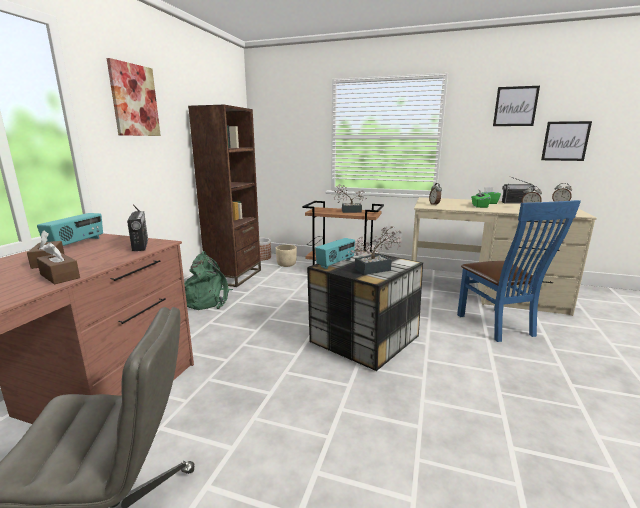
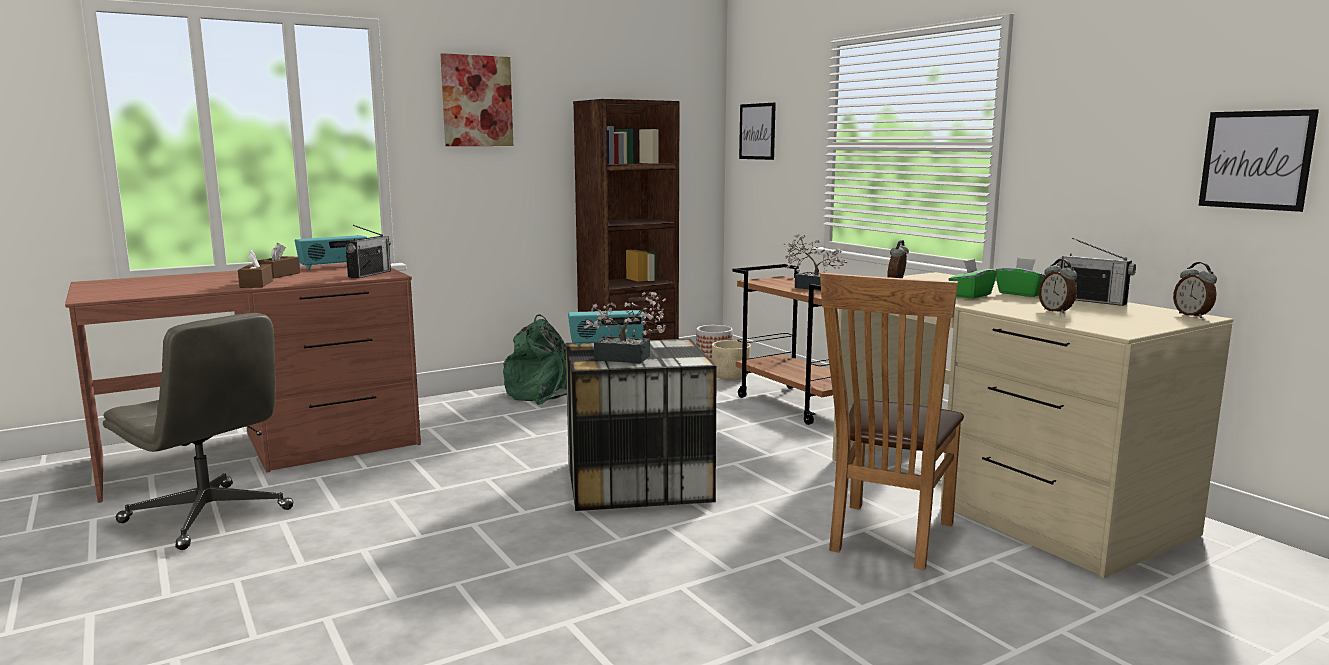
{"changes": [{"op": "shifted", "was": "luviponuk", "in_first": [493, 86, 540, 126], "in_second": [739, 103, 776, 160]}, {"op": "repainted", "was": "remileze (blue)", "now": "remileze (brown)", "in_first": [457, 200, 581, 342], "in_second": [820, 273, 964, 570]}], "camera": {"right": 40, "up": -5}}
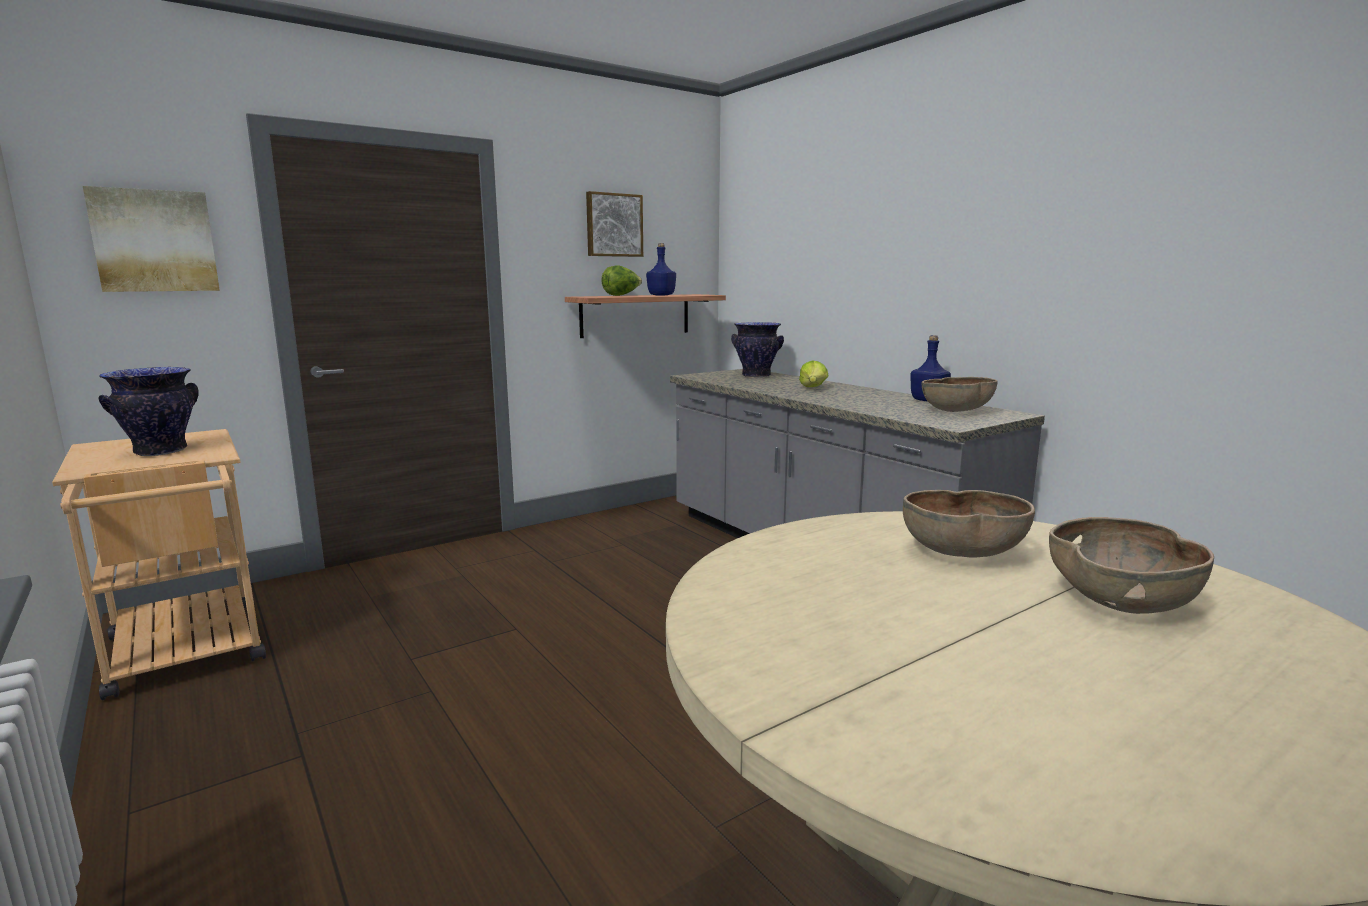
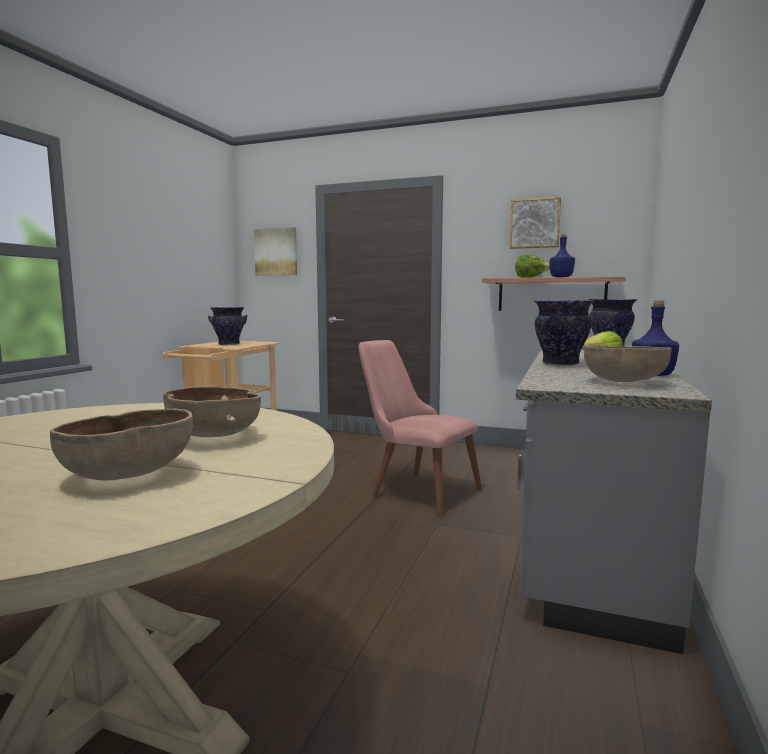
{"changes": [{"op": "new", "now": "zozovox", "in_second": [534, 300, 595, 366]}, {"op": "new", "now": "remileze (pink)", "in_second": [358, 340, 482, 517]}], "camera": {"right": 55, "up": -5}}
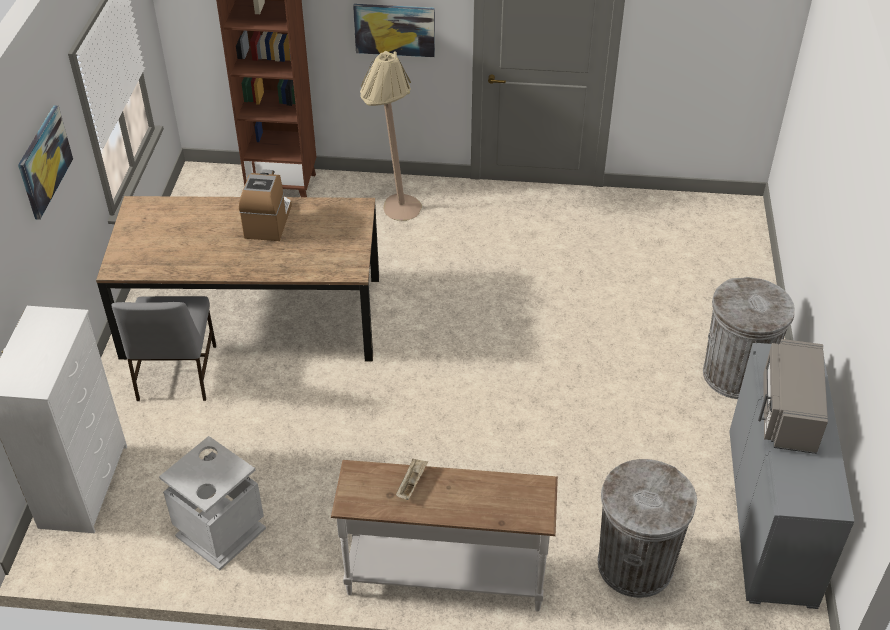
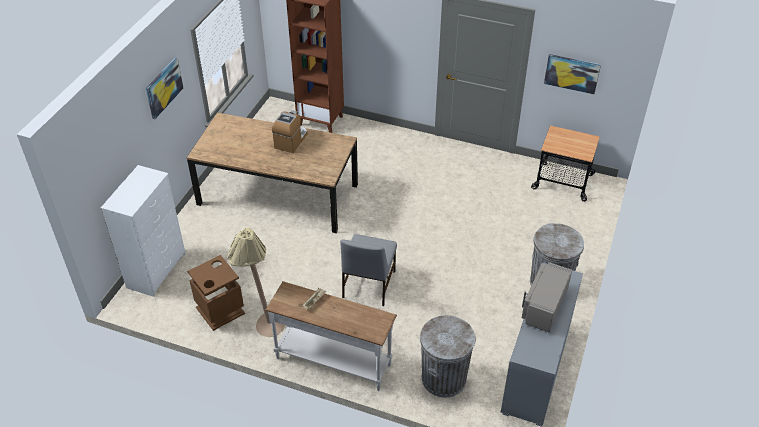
{"changes": [{"op": "shifted", "was": "luviponuk", "in_first": [353, 4, 435, 57], "in_second": [544, 54, 601, 94]}, {"op": "shifted", "was": "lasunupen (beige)", "in_first": [360, 51, 422, 221], "in_second": [227, 228, 285, 337]}, {"op": "shifted", "was": "remileze (grey)", "in_first": [111, 296, 216, 401], "in_second": [340, 234, 397, 306]}, {"op": "repainted", "was": "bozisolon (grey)", "now": "bozisolon (brown)", "in_first": [159, 436, 266, 570], "in_second": [187, 255, 245, 331]}, {"op": "new", "now": "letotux", "in_second": [531, 126, 600, 202]}], "camera": {"right": 15, "up": 0}}
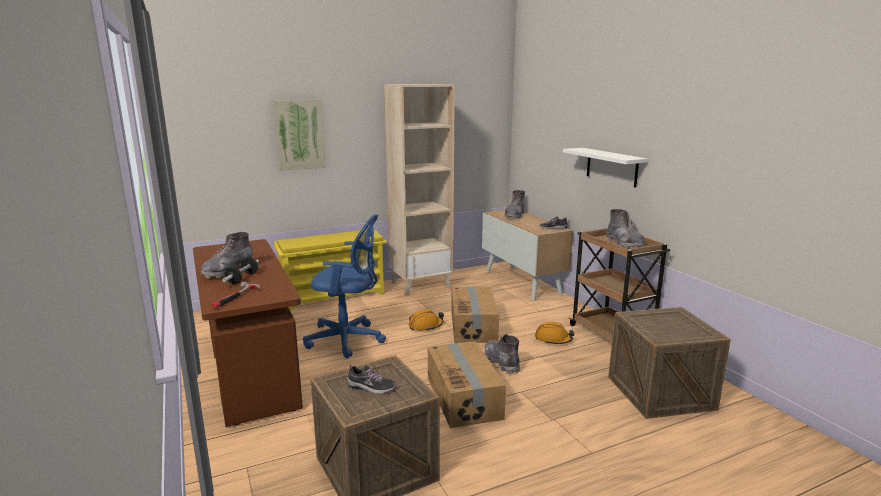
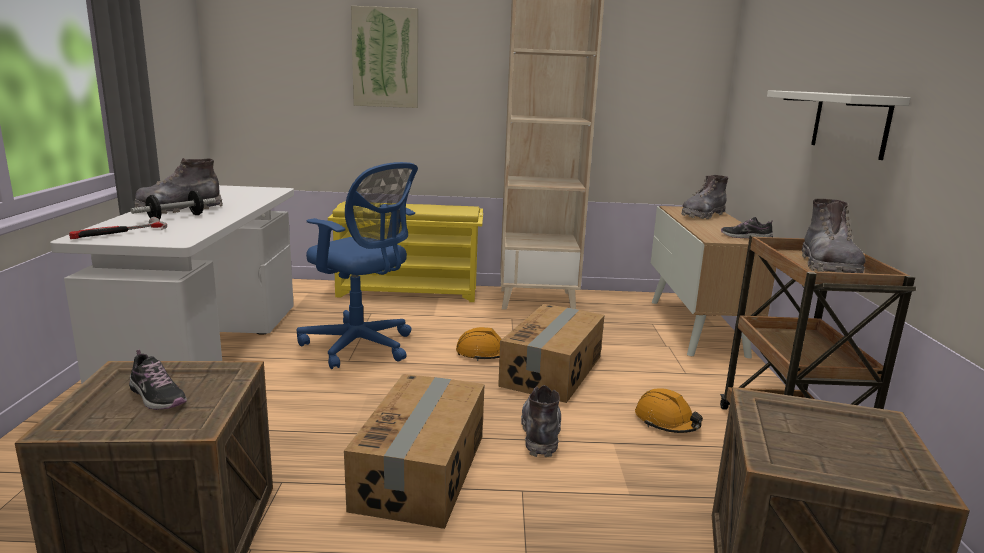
{"changes": [{"op": "repainted", "was": "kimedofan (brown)", "now": "kimedofan (white)", "in_first": [193, 239, 303, 427], "in_second": [50, 185, 294, 384]}], "camera": {"right": 25, "up": 0}}
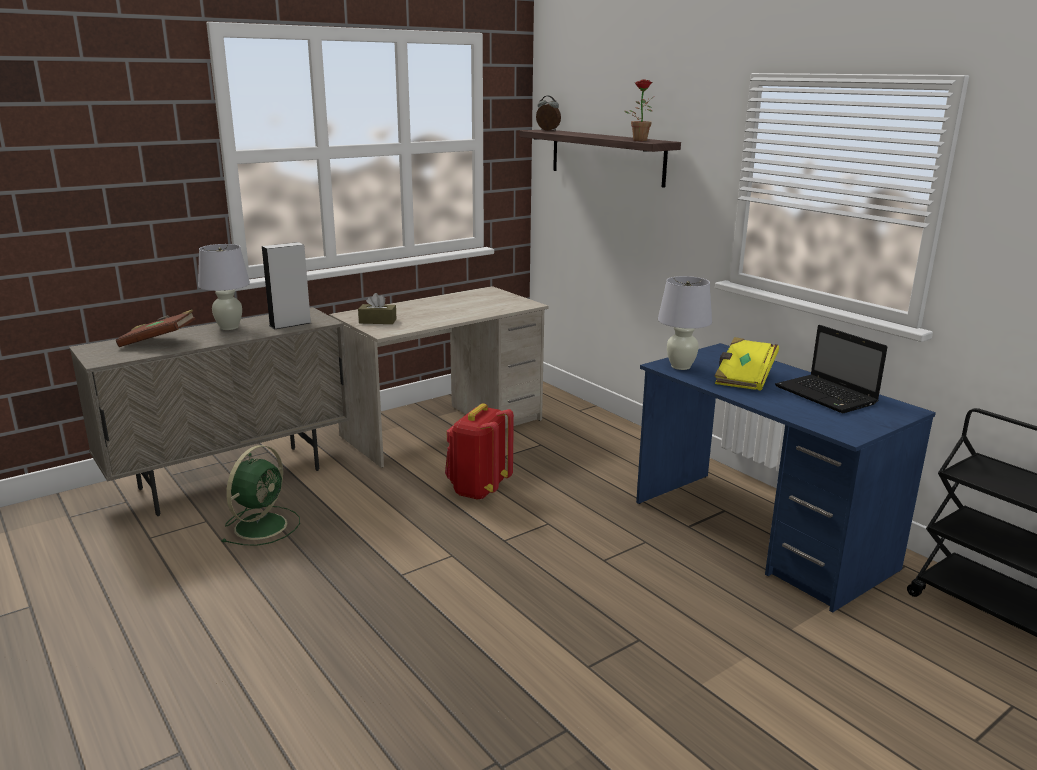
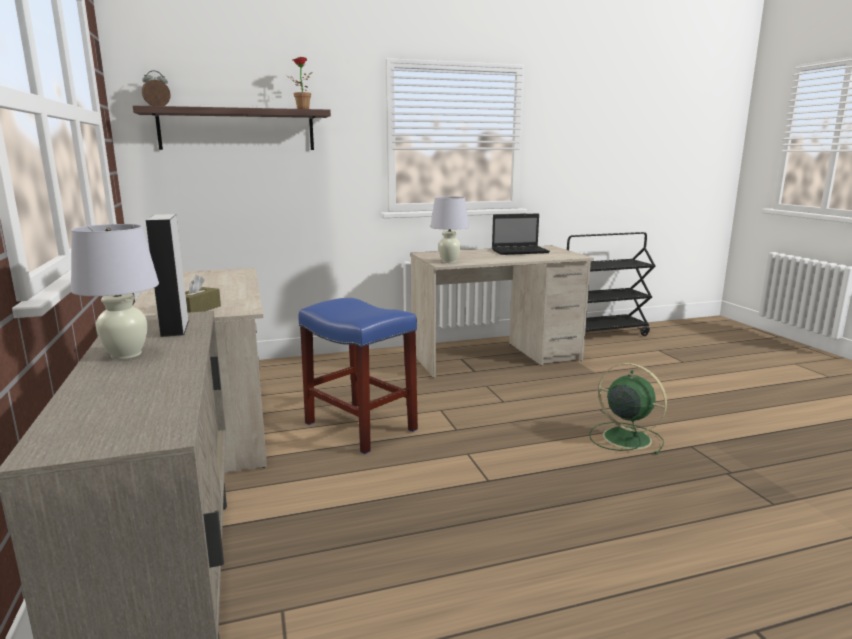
{"changes": [{"op": "gone", "was": "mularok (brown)", "in_first": [116, 310, 196, 347]}, {"op": "gone", "was": "mularok (yellow)", "in_first": [714, 337, 779, 391]}, {"op": "repainted", "was": "kimedofan (blue)", "now": "kimedofan (beige)", "in_first": [636, 343, 936, 613], "in_second": [410, 246, 594, 378]}, {"op": "swapped", "was": "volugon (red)", "now": "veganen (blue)", "in_first": [445, 403, 514, 500], "in_second": [298, 298, 418, 455]}, {"op": "shifted", "was": "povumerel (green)", "in_first": [221, 445, 300, 546], "in_second": [589, 363, 667, 455]}], "camera": {"right": -70, "up": -5}}
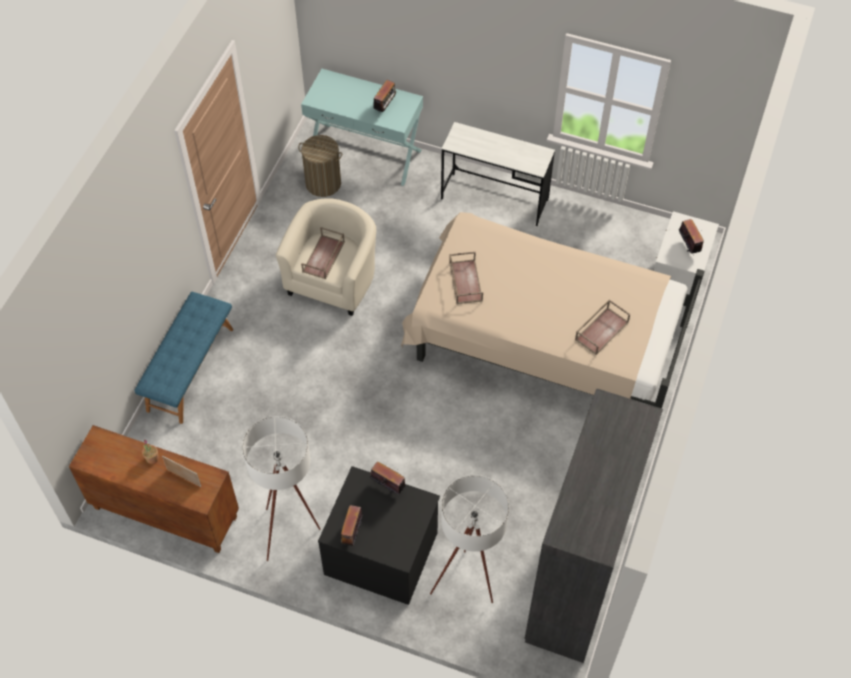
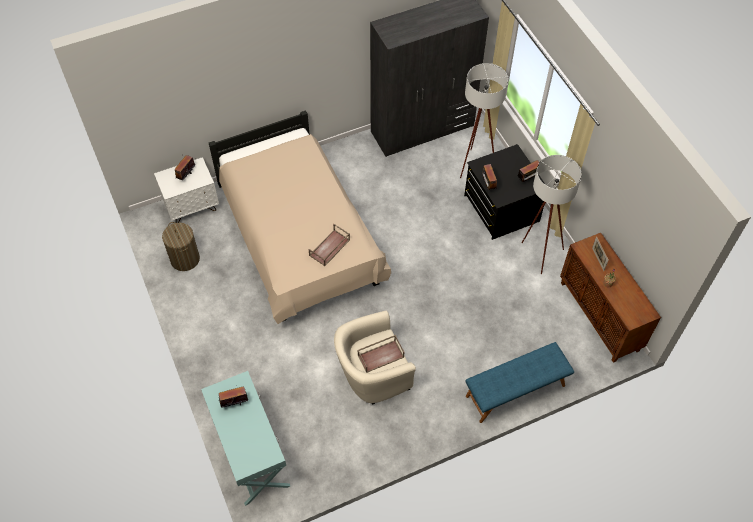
{"changes": [{"op": "gone", "was": "kimedofan (white)", "in_first": [441, 122, 555, 227]}, {"op": "shifted", "was": "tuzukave", "in_first": [298, 135, 342, 197], "in_second": [162, 222, 200, 271]}, {"op": "gone", "was": "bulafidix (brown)", "in_first": [575, 299, 630, 355]}], "camera": {"right": -135, "up": 0}}
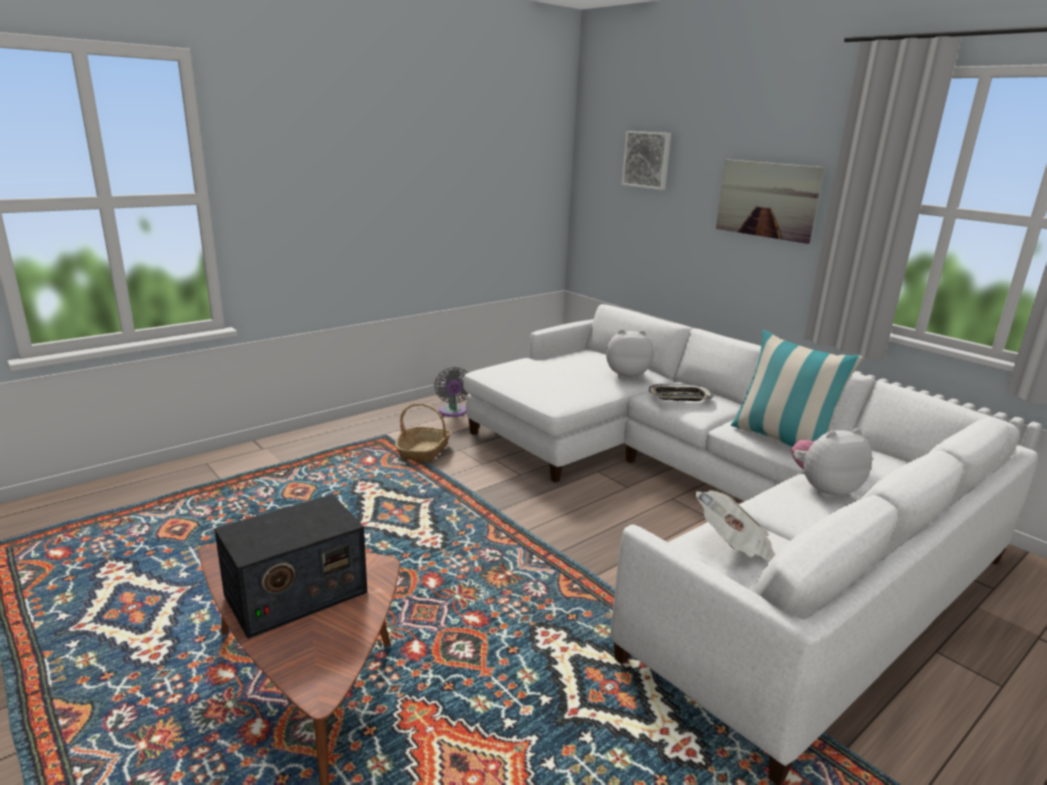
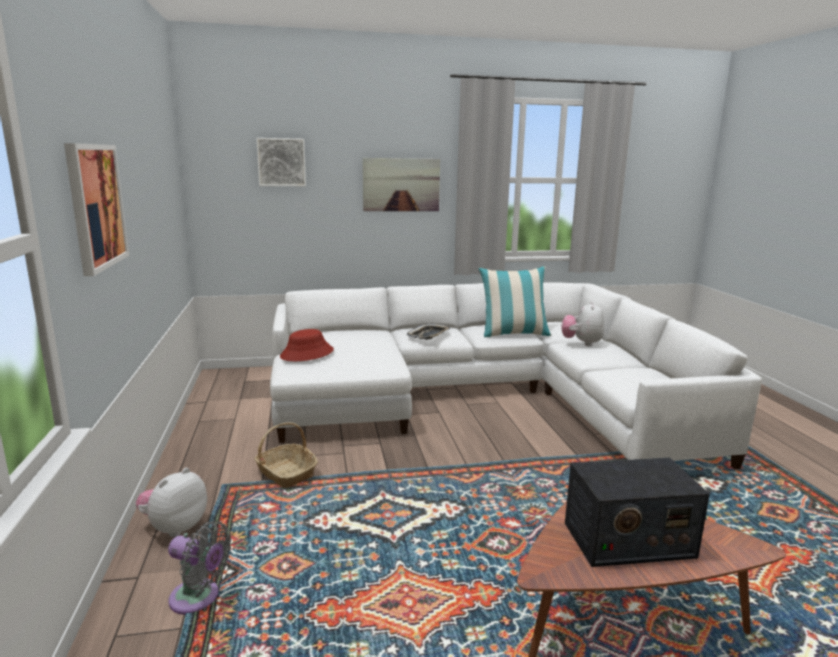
{"changes": [{"op": "shifted", "was": "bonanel", "in_first": [606, 329, 654, 379], "in_second": [136, 468, 207, 537]}, {"op": "shifted", "was": "povumerel (grey)", "in_first": [434, 367, 469, 417], "in_second": [168, 521, 231, 615]}, {"op": "gone", "was": "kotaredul", "in_first": [696, 490, 775, 562]}, {"op": "rotated", "was": "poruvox", "in_first": [214, 494, 367, 639], "in_second": [565, 458, 710, 567], "clockwise": 90}, {"op": "new", "now": "luviponuk", "in_second": [64, 143, 129, 276]}, {"op": "new", "now": "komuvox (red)", "in_second": [280, 329, 334, 361]}], "camera": {"right": -60, "up": -5}}
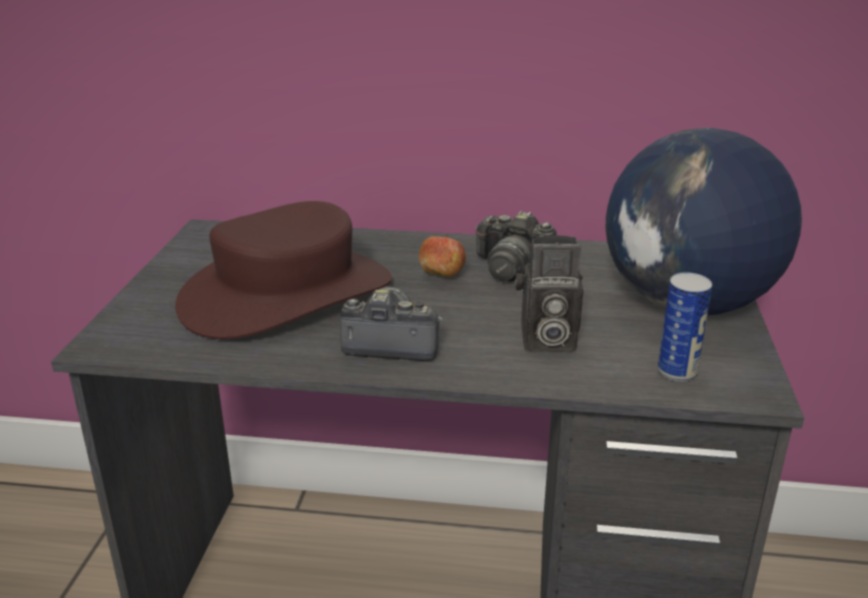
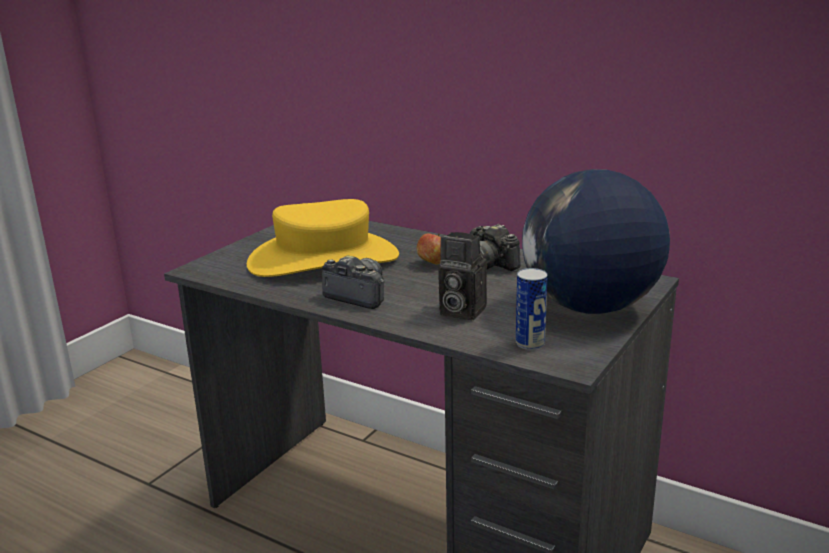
{"changes": [{"op": "repainted", "was": "komuvox (brown)", "now": "komuvox (yellow)", "in_first": [175, 201, 392, 339], "in_second": [247, 199, 399, 277]}], "camera": {"right": 25, "up": -5}}
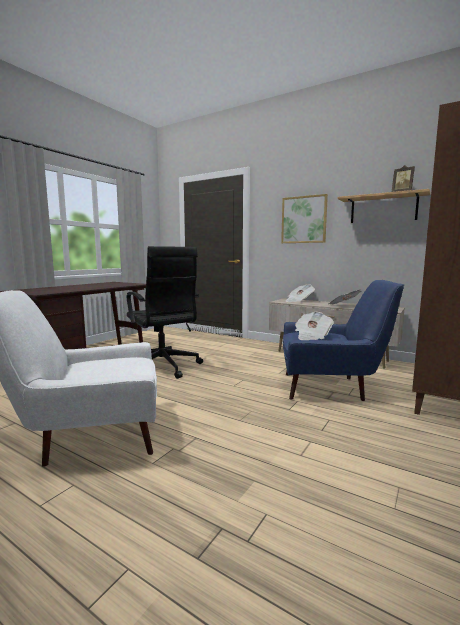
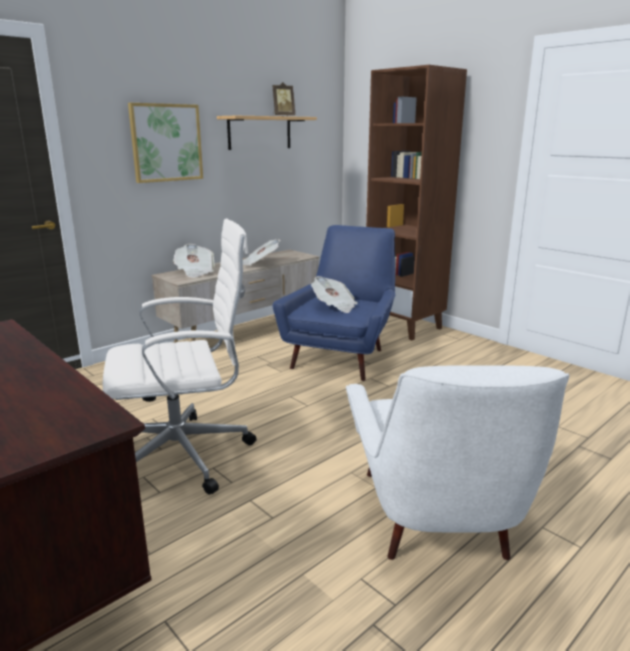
{"changes": [{"op": "repainted", "was": "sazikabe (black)", "now": "sazikabe (white)", "in_first": [127, 246, 203, 379], "in_second": [103, 219, 257, 494]}], "camera": {"right": -75, "up": 10}}
